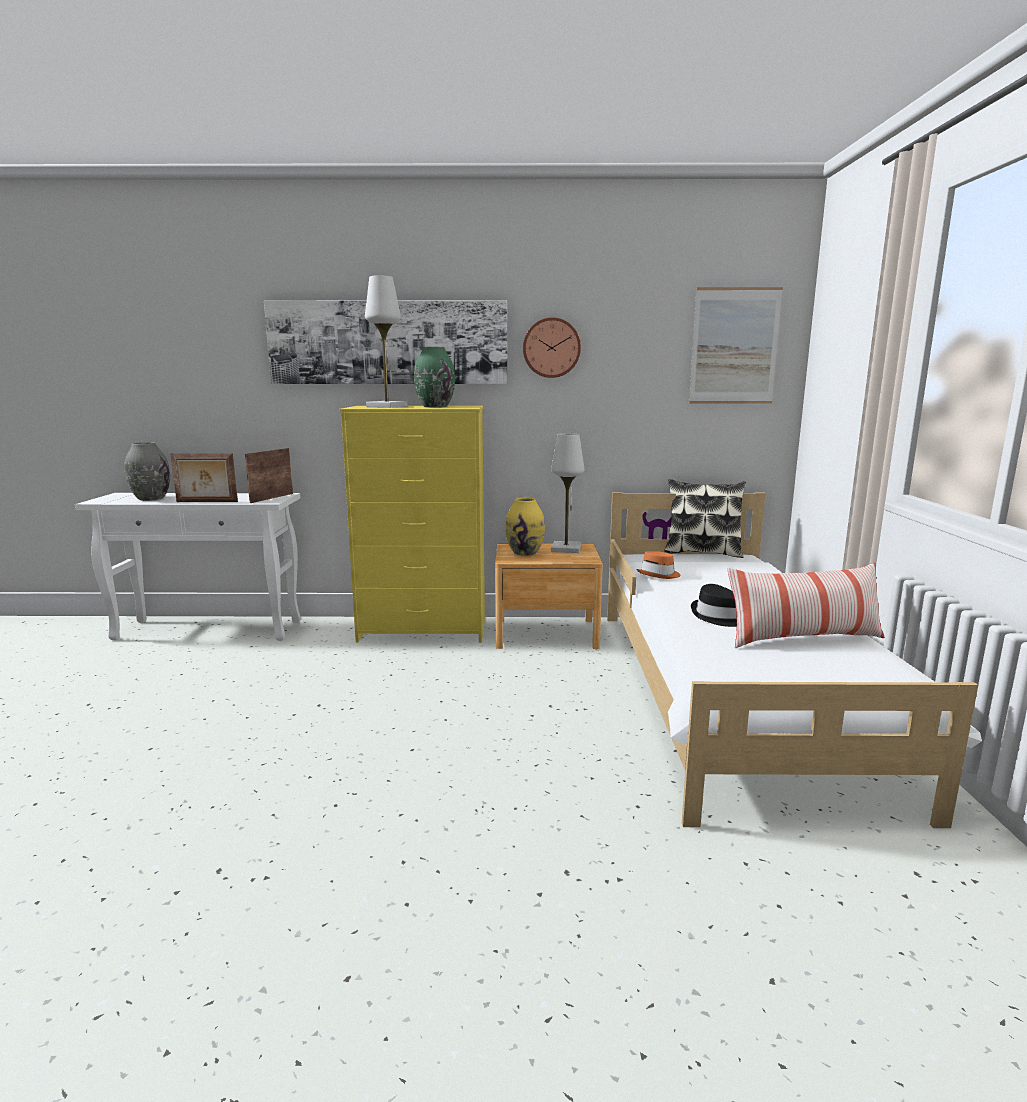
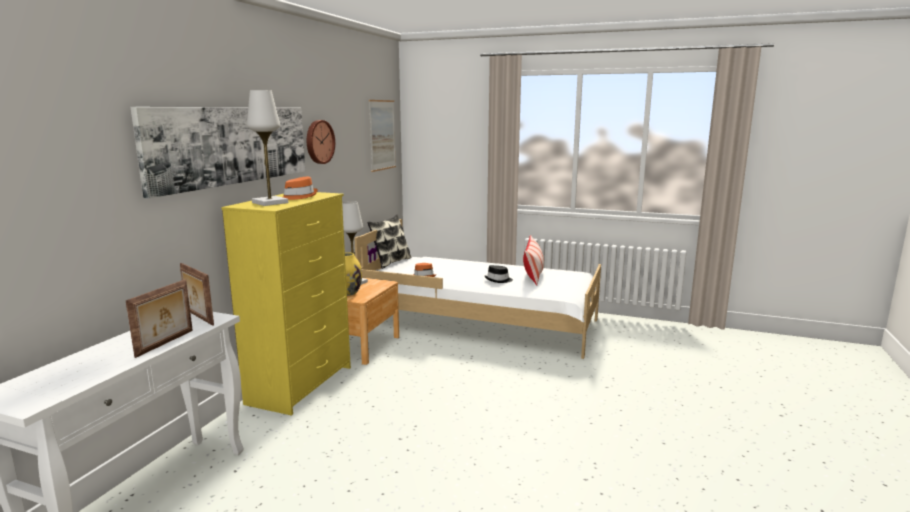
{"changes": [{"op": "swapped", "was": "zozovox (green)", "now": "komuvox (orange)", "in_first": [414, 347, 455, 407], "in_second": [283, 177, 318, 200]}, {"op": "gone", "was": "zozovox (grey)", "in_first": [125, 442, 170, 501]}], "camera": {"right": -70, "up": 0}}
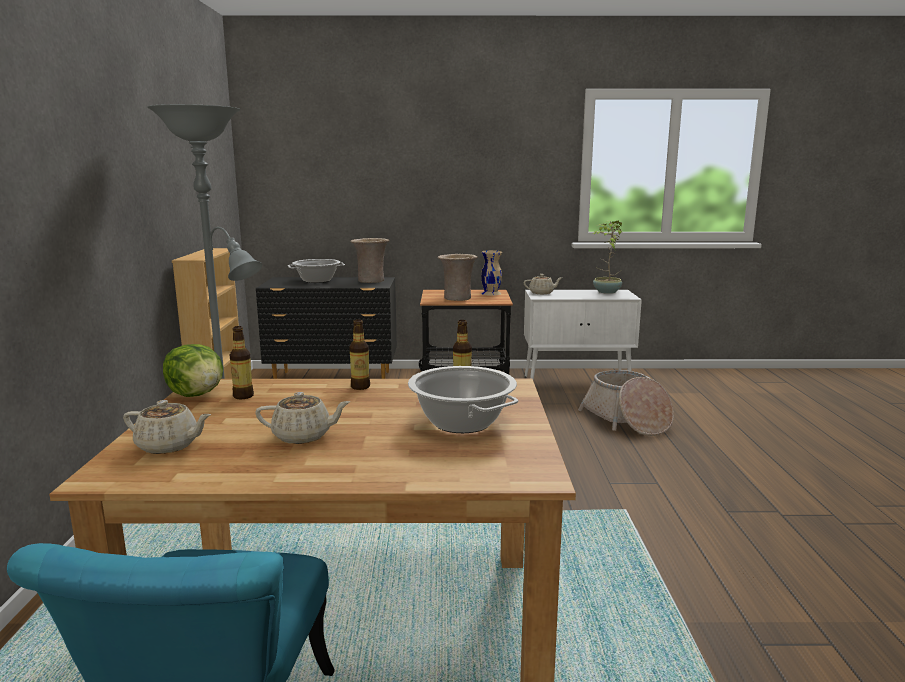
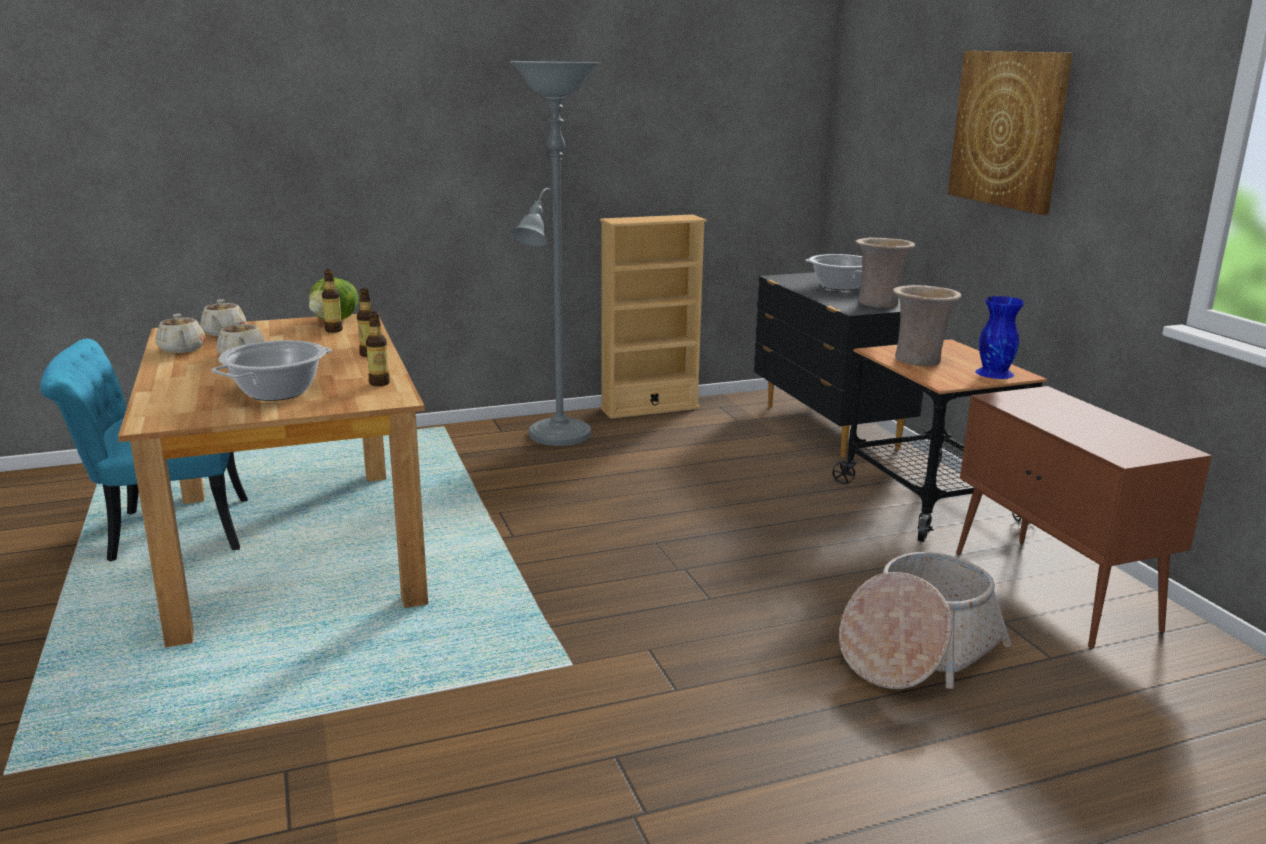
{"changes": [{"op": "gone", "was": "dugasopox", "in_first": [593, 221, 622, 294]}, {"op": "repainted", "was": "zozovox (beige)", "now": "zozovox (blue)", "in_first": [481, 250, 502, 296], "in_second": [975, 296, 1024, 379]}, {"op": "shifted", "was": "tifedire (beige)", "in_first": [523, 274, 563, 294], "in_second": [156, 314, 205, 353]}, {"op": "repainted", "was": "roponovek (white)", "now": "roponovek (brown)", "in_first": [524, 290, 642, 380], "in_second": [956, 386, 1212, 649]}, {"op": "new", "now": "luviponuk", "in_second": [948, 51, 1073, 215]}], "camera": {"right": 70, "up": 5}}
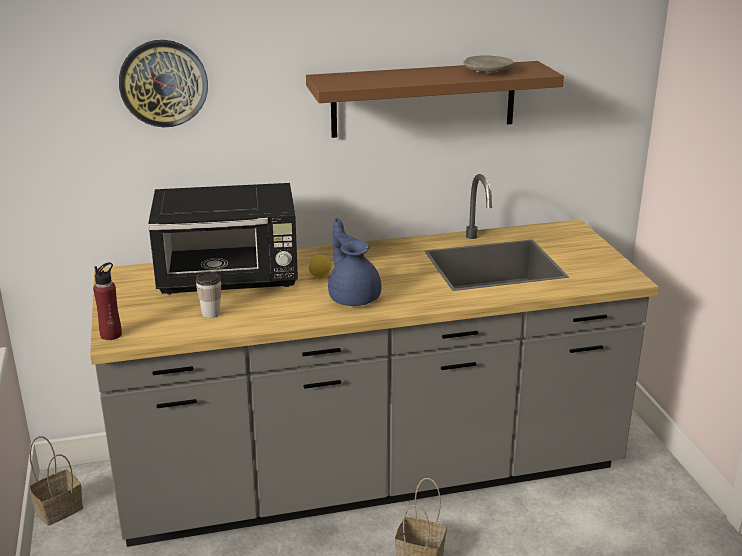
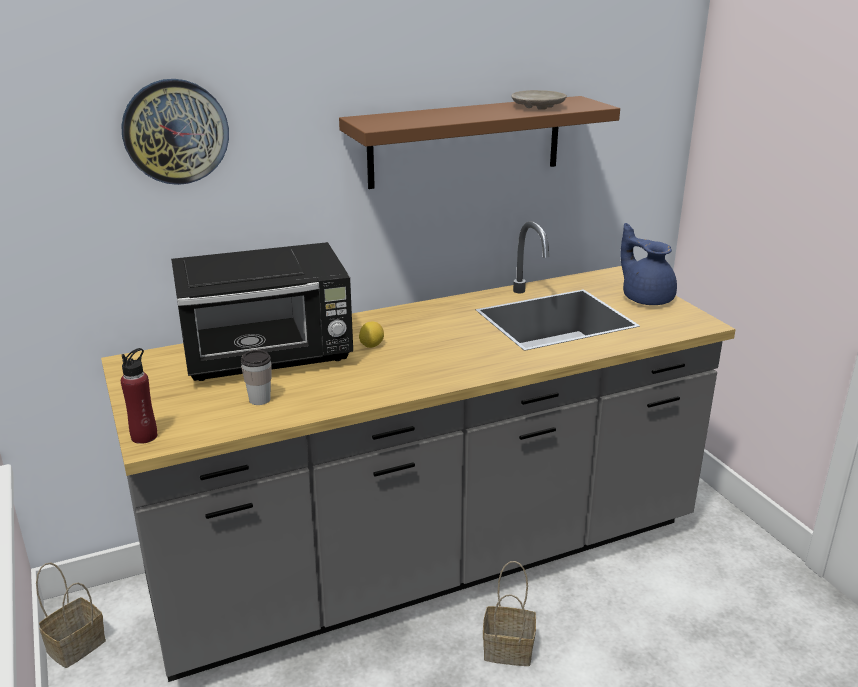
{"changes": [{"op": "shifted", "was": "tifedire (blue)", "in_first": [328, 218, 381, 306], "in_second": [620, 223, 677, 305]}], "camera": {"right": -10, "up": 0}}
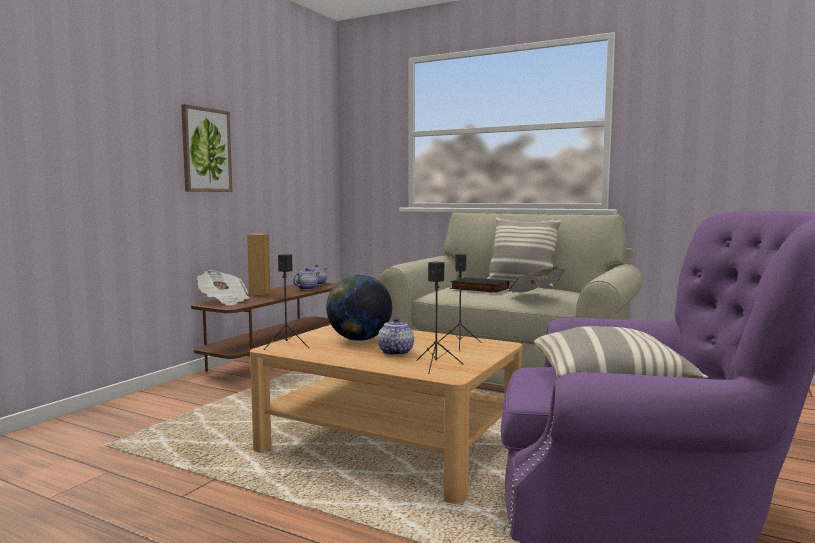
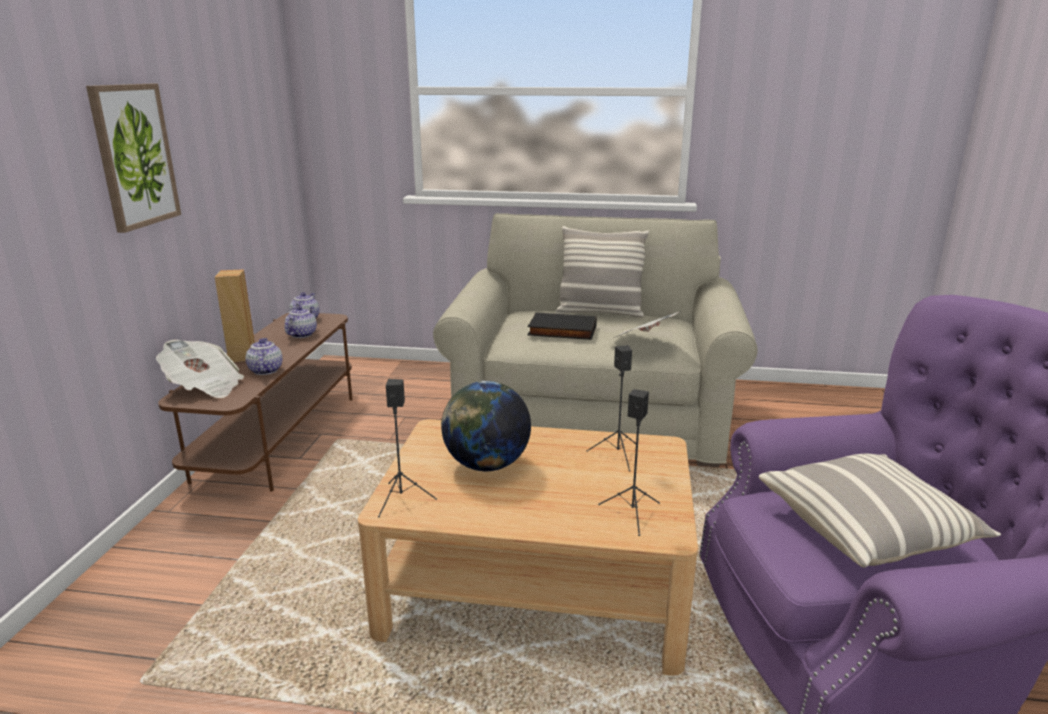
{"changes": [{"op": "shifted", "was": "tifedire", "in_first": [377, 317, 414, 356], "in_second": [245, 338, 282, 375]}], "camera": {"right": -20, "up": 15}}
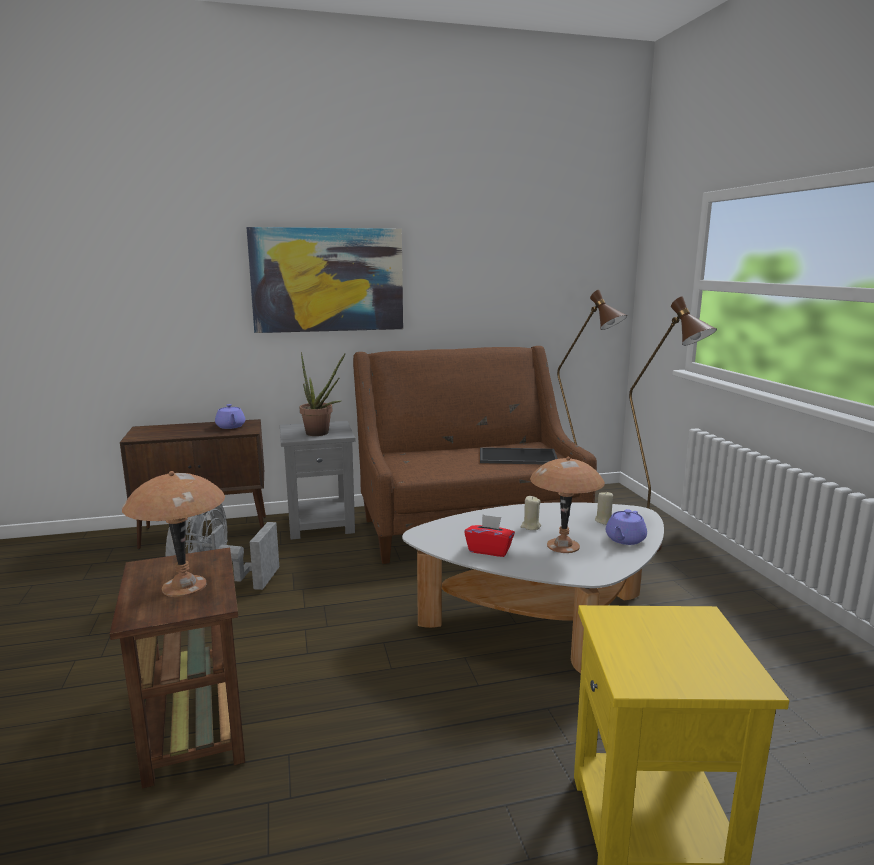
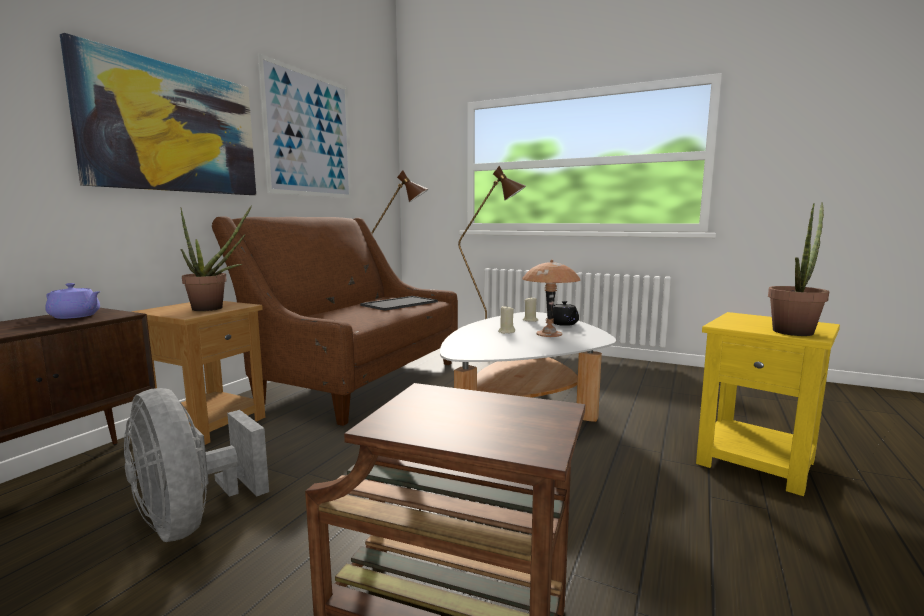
{"changes": [{"op": "repainted", "was": "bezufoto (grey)", "now": "bezufoto (brown)", "in_first": [280, 421, 356, 540], "in_second": [132, 301, 265, 445]}, {"op": "gone", "was": "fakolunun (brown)", "in_first": [122, 471, 225, 597]}, {"op": "repainted", "was": "tifedire (purple)", "now": "tifedire (black)", "in_first": [606, 509, 647, 545], "in_second": [552, 301, 579, 326]}, {"op": "gone", "was": "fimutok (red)", "in_first": [464, 514, 515, 557]}, {"op": "new", "now": "luviponuk", "in_second": [258, 53, 352, 198]}, {"op": "new", "now": "dugasopox", "in_second": [768, 202, 829, 336]}], "camera": {"right": -50, "up": -5}}
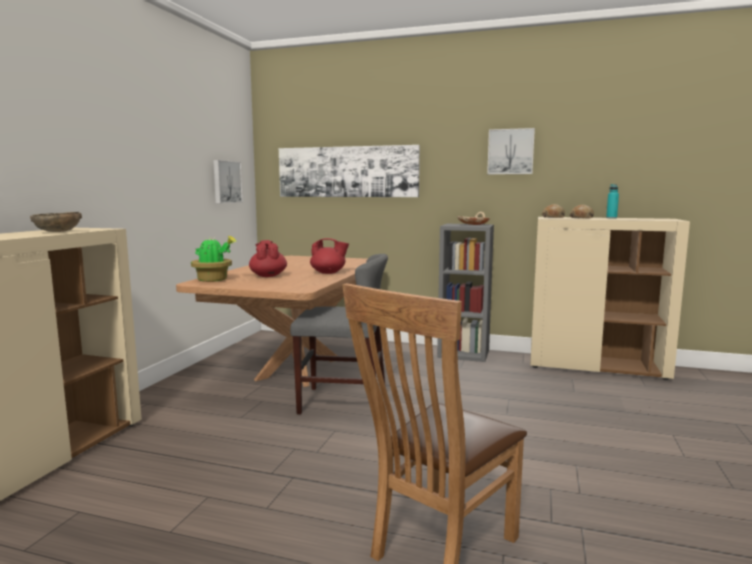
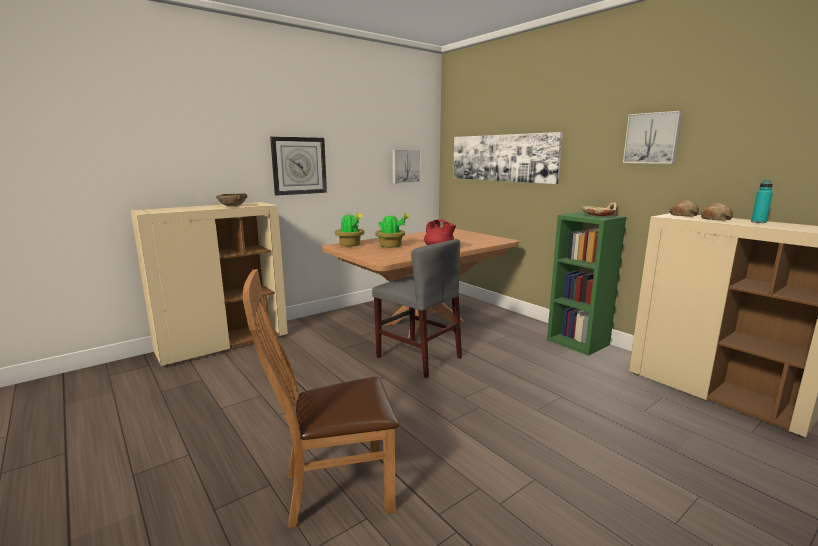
{"changes": [{"op": "repainted", "was": "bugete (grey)", "now": "bugete (green)", "in_first": [437, 224, 494, 362], "in_second": [547, 212, 626, 356]}, {"op": "swapped", "was": "tifedire (red)", "now": "dugasopox", "in_first": [249, 240, 287, 277], "in_second": [375, 213, 410, 248]}, {"op": "new", "now": "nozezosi", "in_second": [270, 136, 327, 196]}], "camera": {"right": 35, "up": 5}}
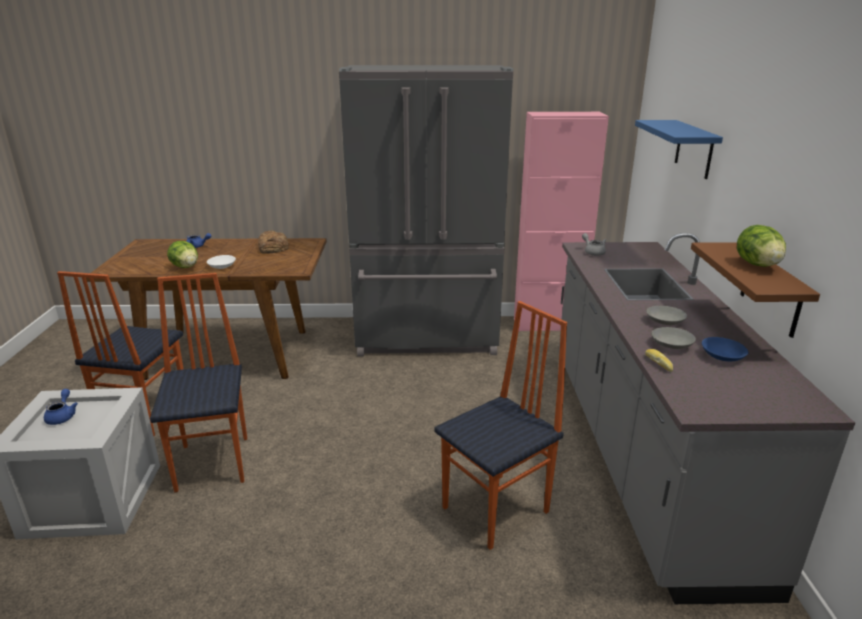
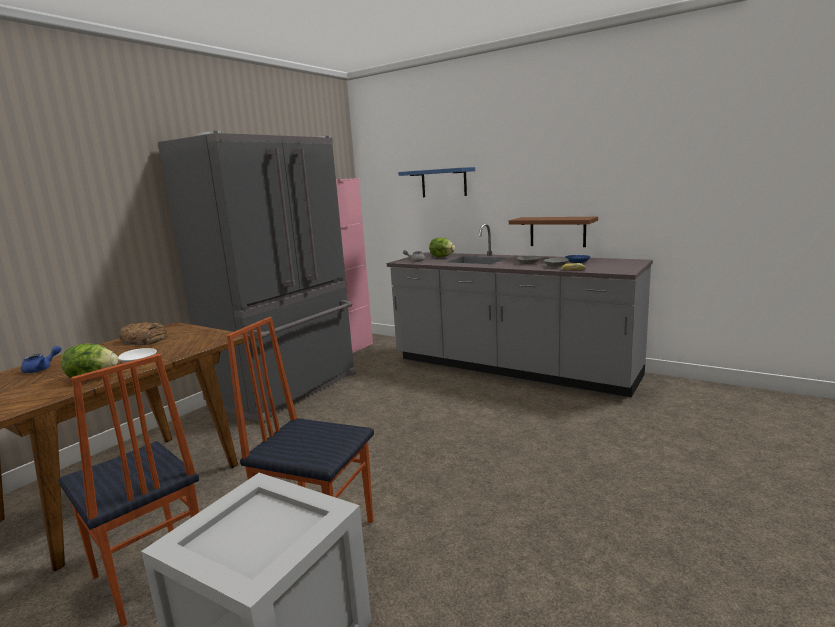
{"changes": [{"op": "shifted", "was": "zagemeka", "in_first": [737, 225, 786, 267], "in_second": [429, 238, 455, 257]}, {"op": "gone", "was": "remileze", "in_first": [435, 301, 567, 550]}, {"op": "gone", "was": "tifedire (blue)", "in_first": [44, 389, 78, 425]}], "camera": {"right": -55, "up": -10}}
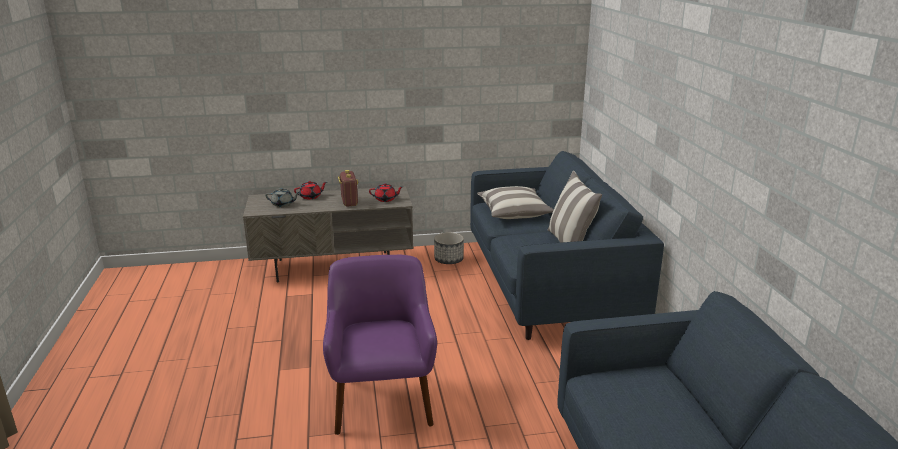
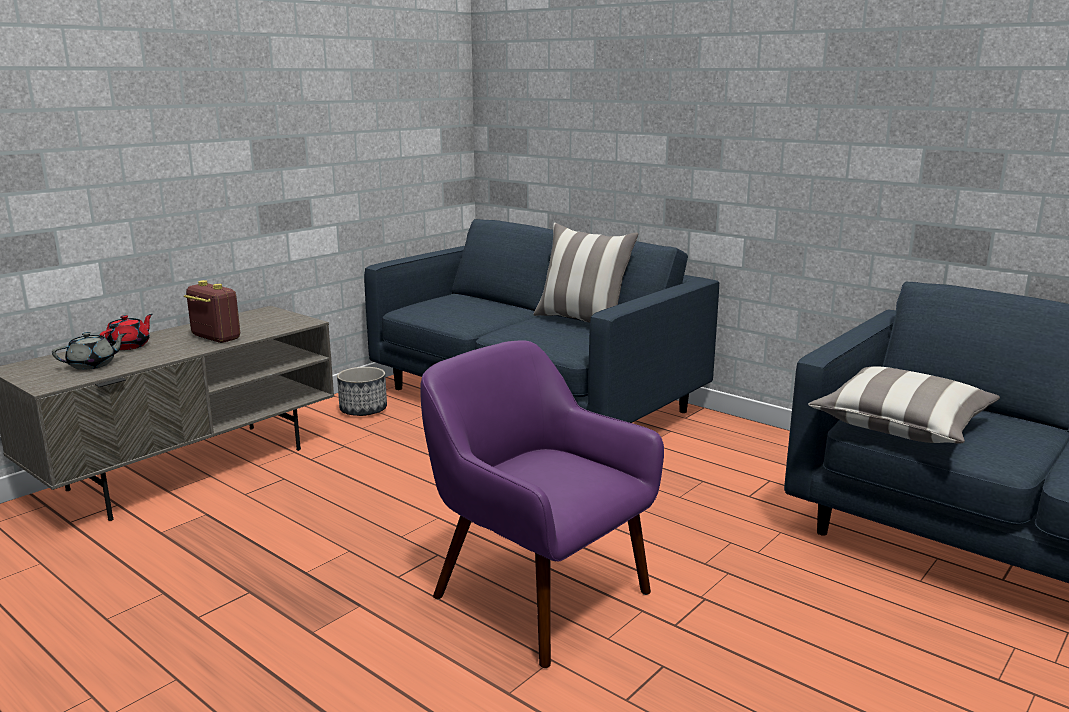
{"changes": [{"op": "gone", "was": "tifedire (red)", "in_first": [369, 183, 403, 202]}, {"op": "shifted", "was": "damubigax", "in_first": [477, 186, 554, 219], "in_second": [808, 366, 1000, 443]}], "camera": {"right": -40, "up": -5}}
